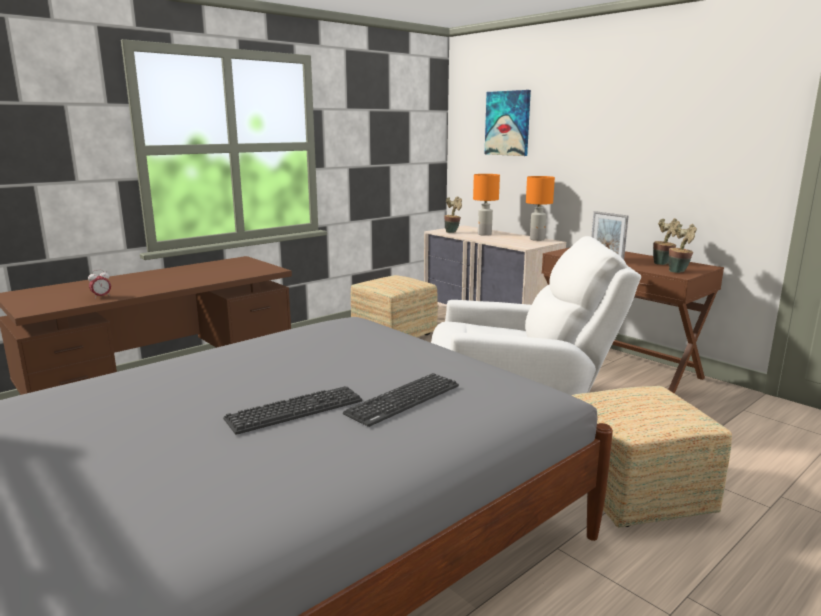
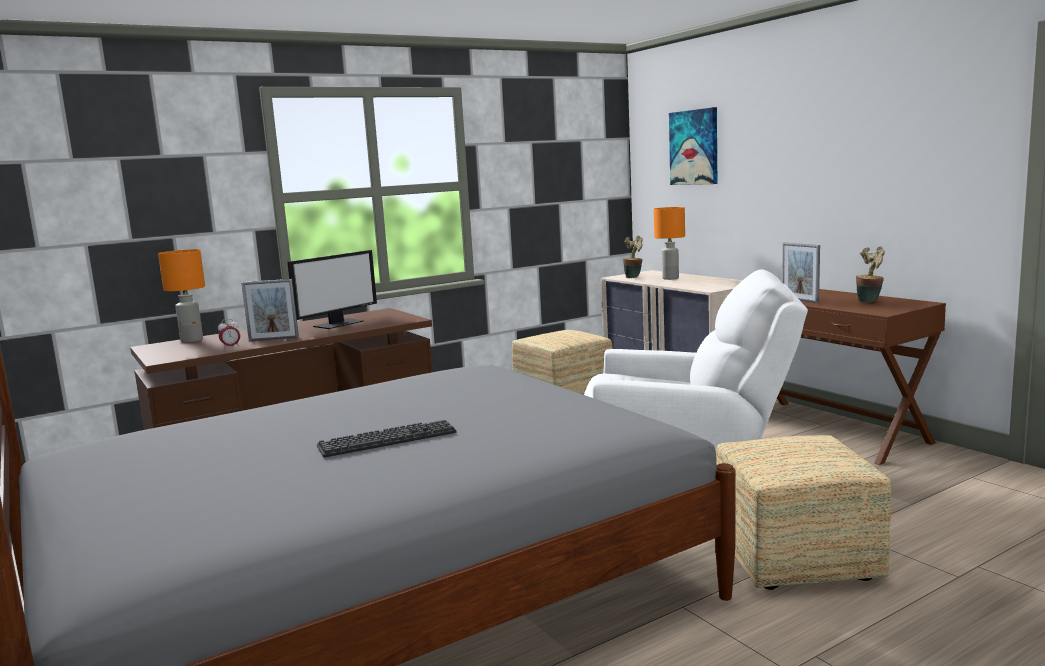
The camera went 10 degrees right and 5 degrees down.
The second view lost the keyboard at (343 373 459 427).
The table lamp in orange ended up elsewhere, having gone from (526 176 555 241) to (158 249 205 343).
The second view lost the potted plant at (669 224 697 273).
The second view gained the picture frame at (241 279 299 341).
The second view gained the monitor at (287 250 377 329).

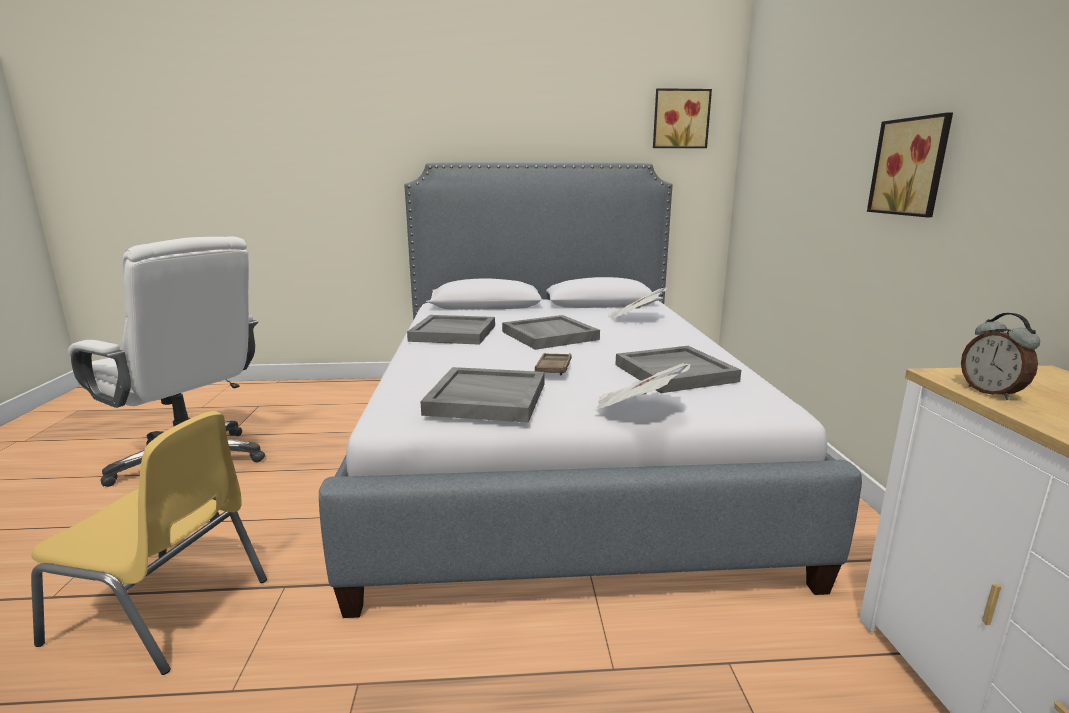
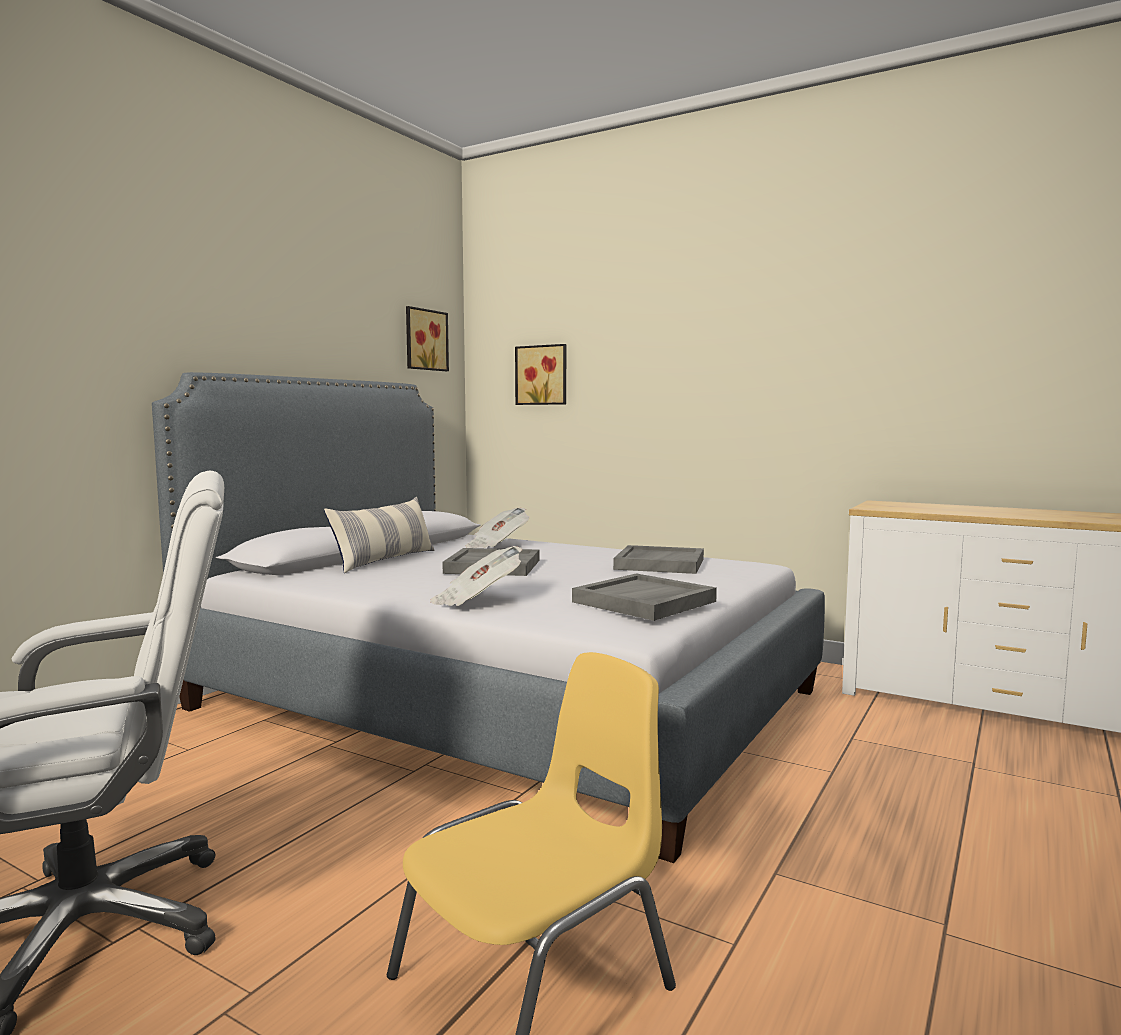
The camera went 55 degrees left and 10 degrees down.
The second view lost the tray in grey at (407 315 495 345).
The second view lost the tray in brown at (535 353 572 375).
The newspaper ended up elsewhere, having gone from (596 363 691 410) to (430 546 523 606).
The picture ended up elsewhere, having gone from (867 112 953 217) to (515 344 566 405).
The second view lost the alarm clock at (961 313 1040 400).
The second view gained the pillow at (324 497 435 573).

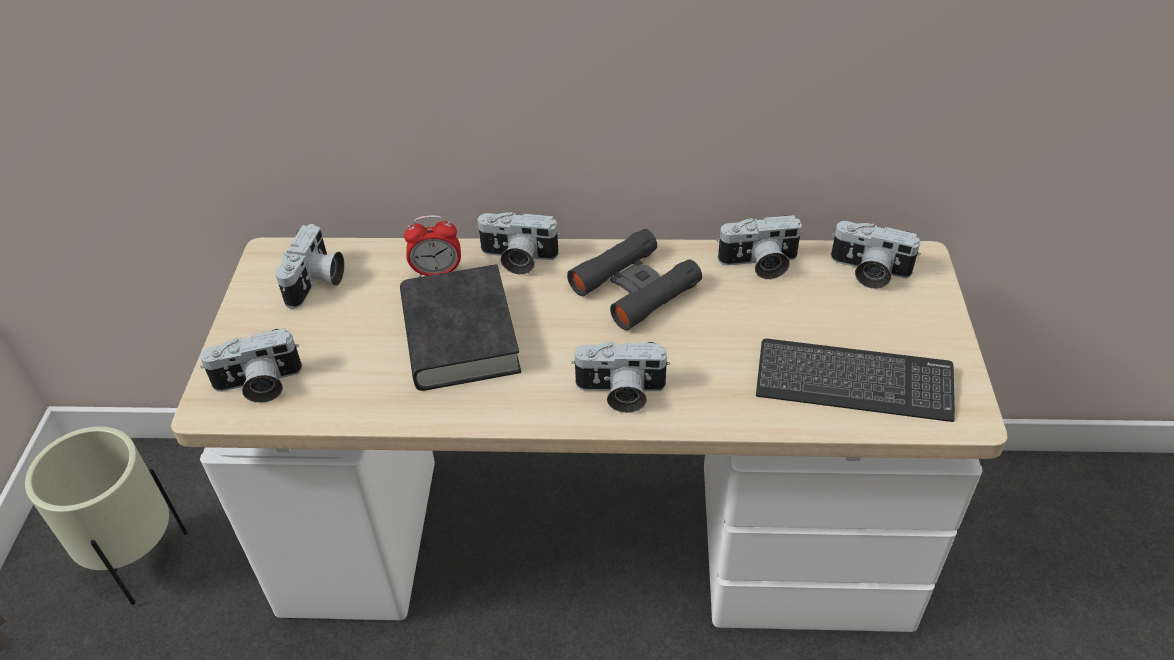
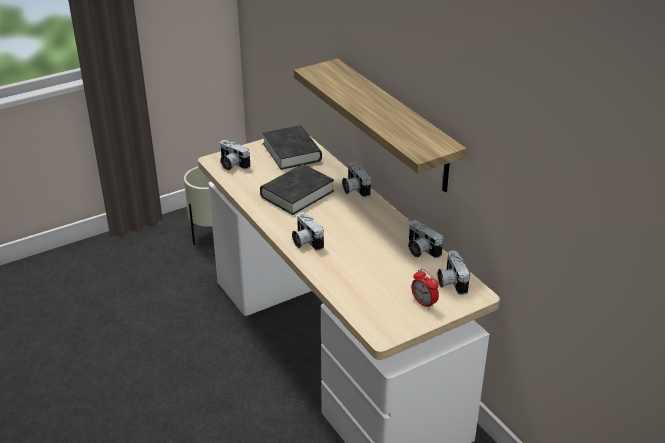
The camera went 55 degrees right and 10 degrees down.
Where the photo camera stood at (275 224 345 309), the book in black came to stand at (263 125 322 170).
The alarm clock ended up elsewhere, having gone from (404 215 461 277) to (411 269 439 309).
The second view lost the binoculars in black at (567 229 702 330).
The second view lost the keyboard at (756 338 955 422).
The second view gained the shelf at (294 59 467 192).

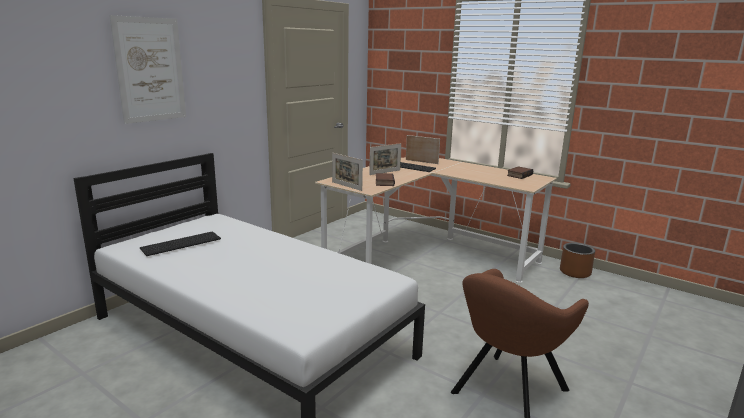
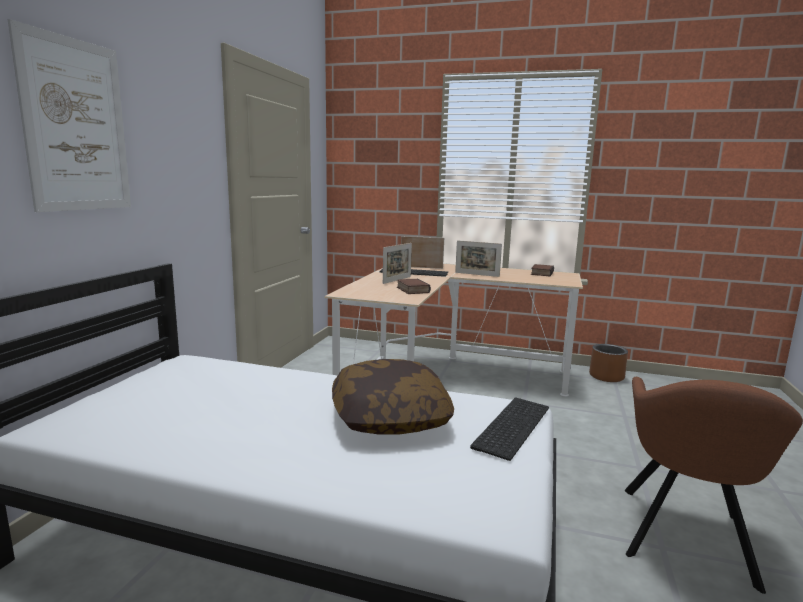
The camera went 20 degrees left and 5 degrees down.
The keyboard ended up elsewhere, having gone from (140 232 221 256) to (470 398 549 461).
The picture frame ended up elsewhere, having gone from (332 153 363 191) to (455 240 502 277).
The second view gained the pillow at (332 359 454 435).

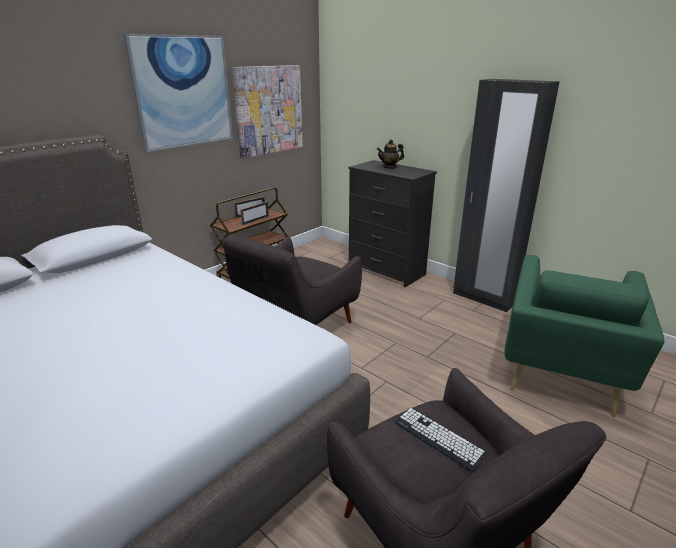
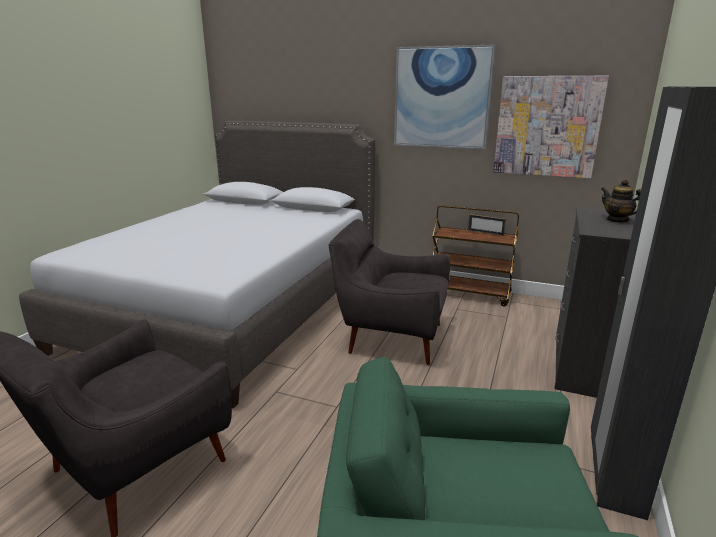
The camera went 70 degrees right and 5 degrees down.
The second view lost the picture frame at (240 201 269 226).
The second view lost the keyboard at (395 408 487 471).

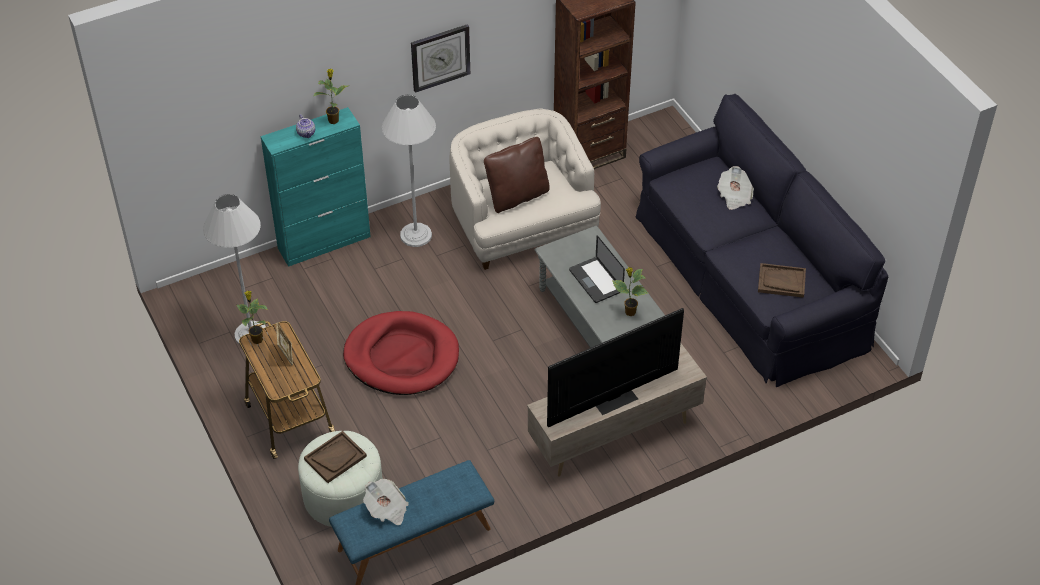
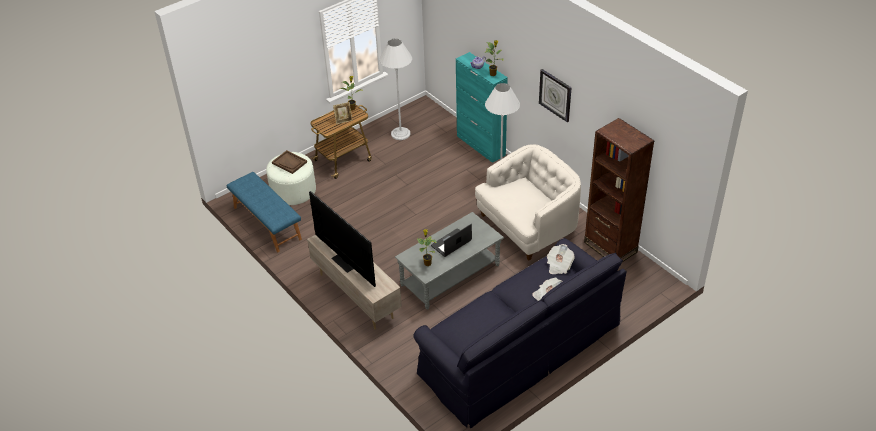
The camera went 80 degrees right and 5 degrees down.
The second view lost the dog bed in red at (343 311 459 395).
The newspaper ended up elsewhere, having gone from (363 479 409 525) to (547 244 575 274).
The second view lost the pillow in brown at (484 137 550 213).
The second view lost the tray in brown at (758 263 806 298).

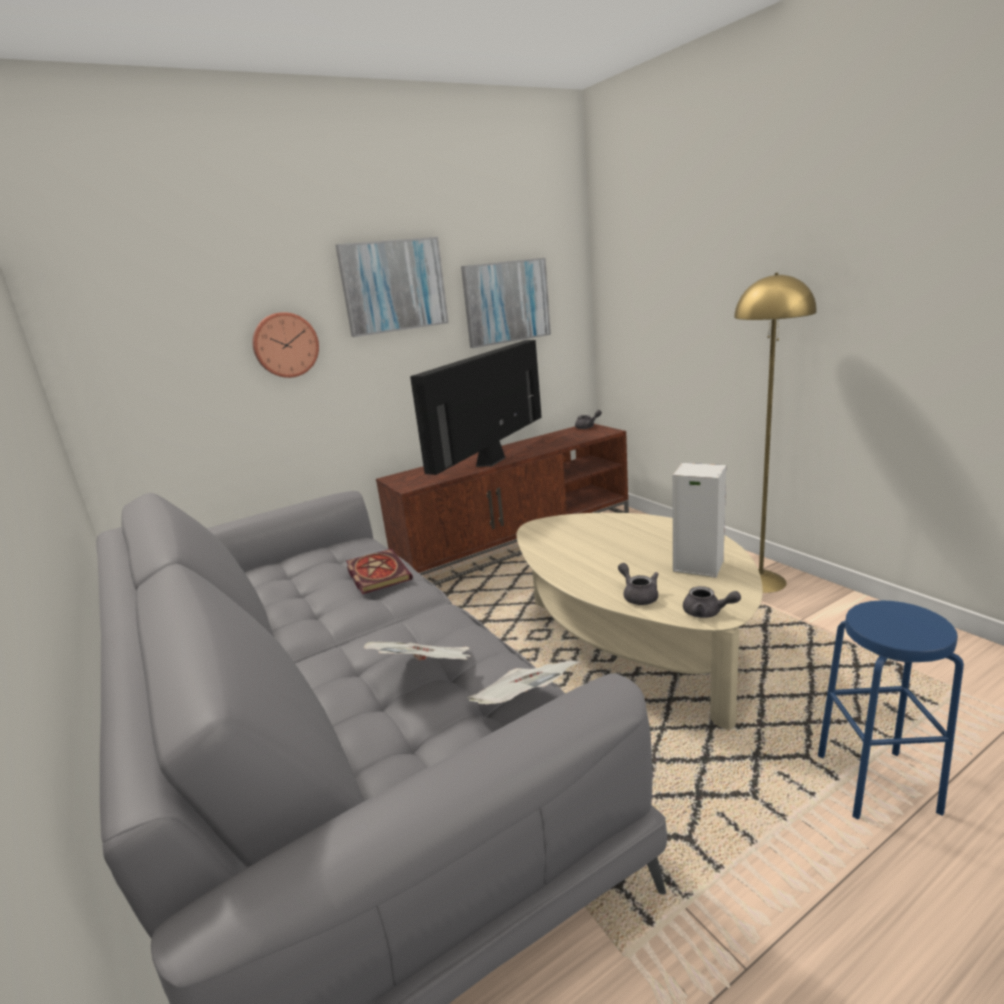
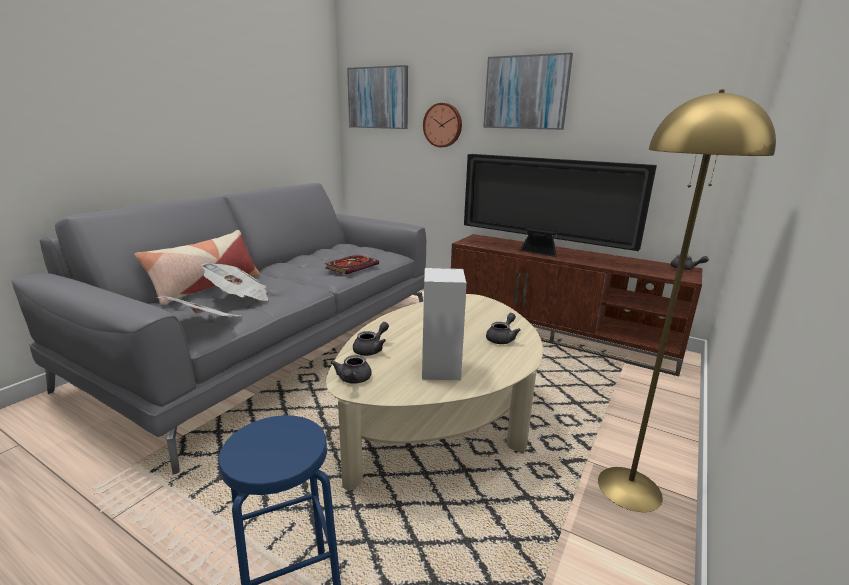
The camera went 60 degrees right and 0 degrees up.
The television at (410 340 542 475) ended up facing another way, 150 degrees counterclockwise from before.
The picture ended up elsewhere, having gone from (461 258 551 348) to (347 65 408 129).
The second view gained the pillow at (134 230 260 305).
The second view gained the teapot in grey at (486 313 521 344).

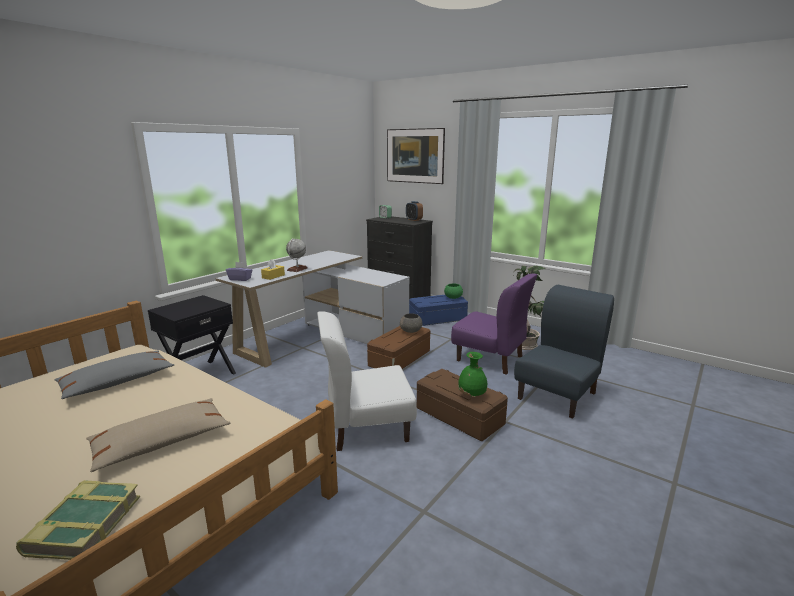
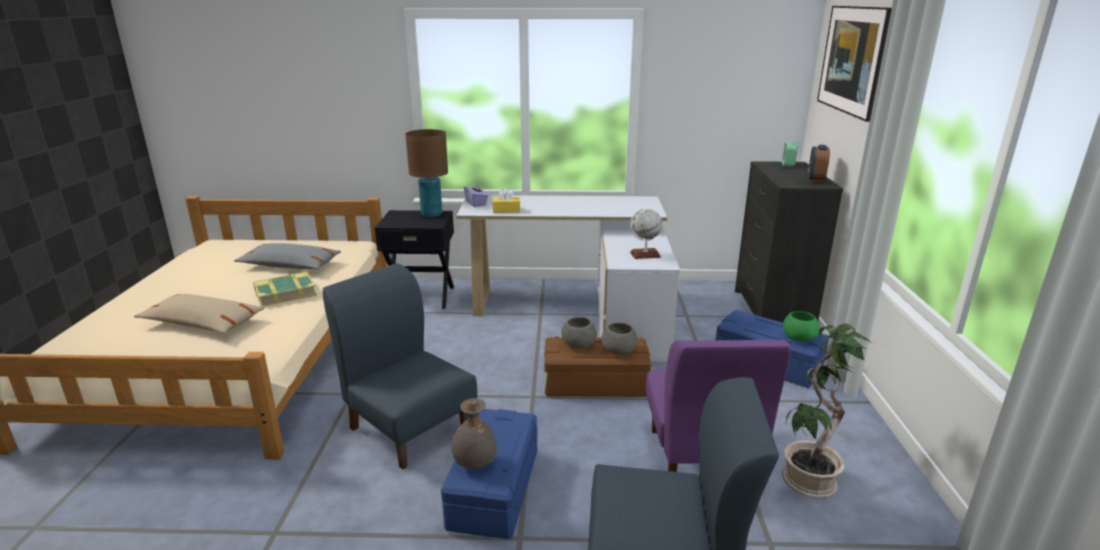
The camera went 55 degrees right and 5 degrees up.
The book ended up elsewhere, having gone from (16 480 140 560) to (253 271 317 307).
The globe ended up elsewhere, having gone from (286 238 308 272) to (630 209 662 259).
What was the chair in white at (317 311 417 451) turned into the chair in blue at (323 263 477 470).
What was the storage box in brown at (417 369 508 442) turned into the storage box in blue at (441 409 537 539).
What was the vase in green at (458 352 487 397) turned into the vase in grey at (451 398 497 469).
The second view gained the table lamp in brown at (405 129 448 217).
The second view gained the bowl in grey at (561 317 597 349).

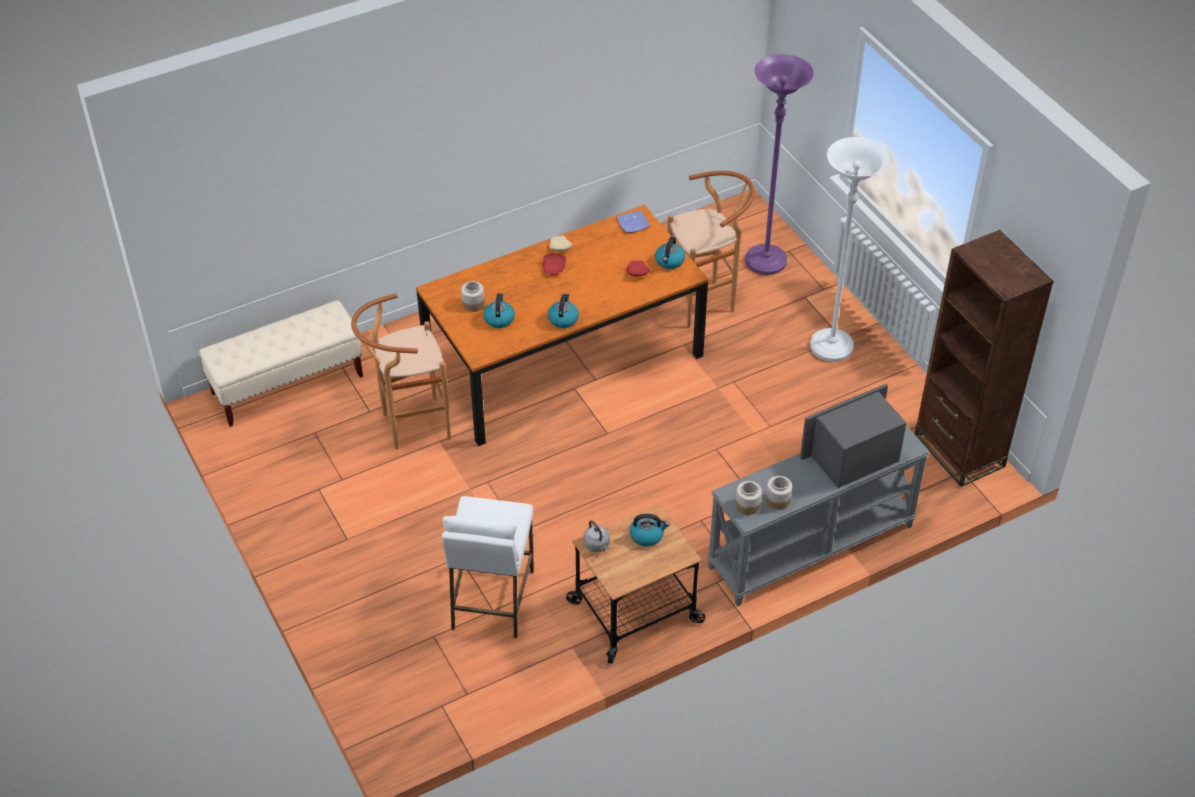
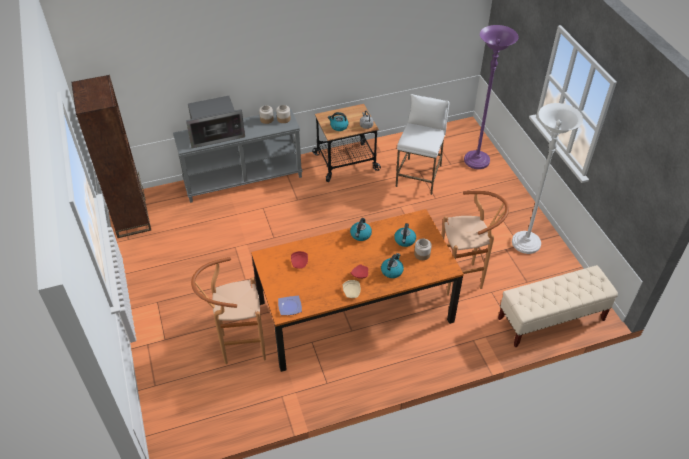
The camera went 170 degrees left and 0 degrees up.
The kettle ended up elsewhere, having gone from (655 236 685 269) to (381 253 404 278).
The floor lamp in purple ended up elsewhere, having gone from (745 54 814 275) to (464 25 518 169).
The floor lamp in white ended up elsewhere, having gone from (810 137 889 362) to (512 103 583 254).

